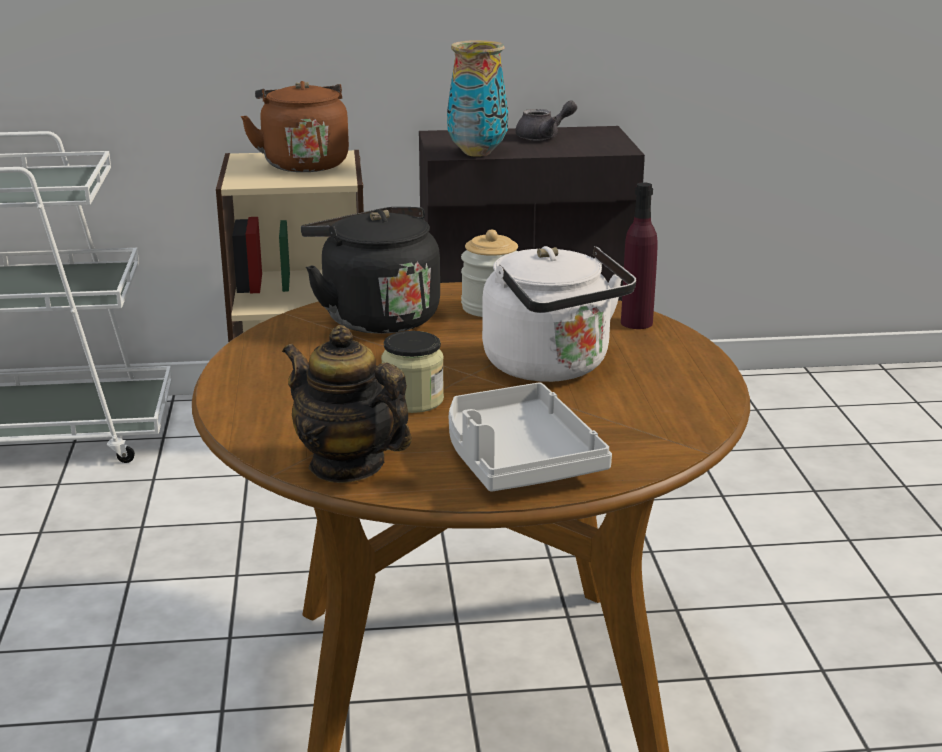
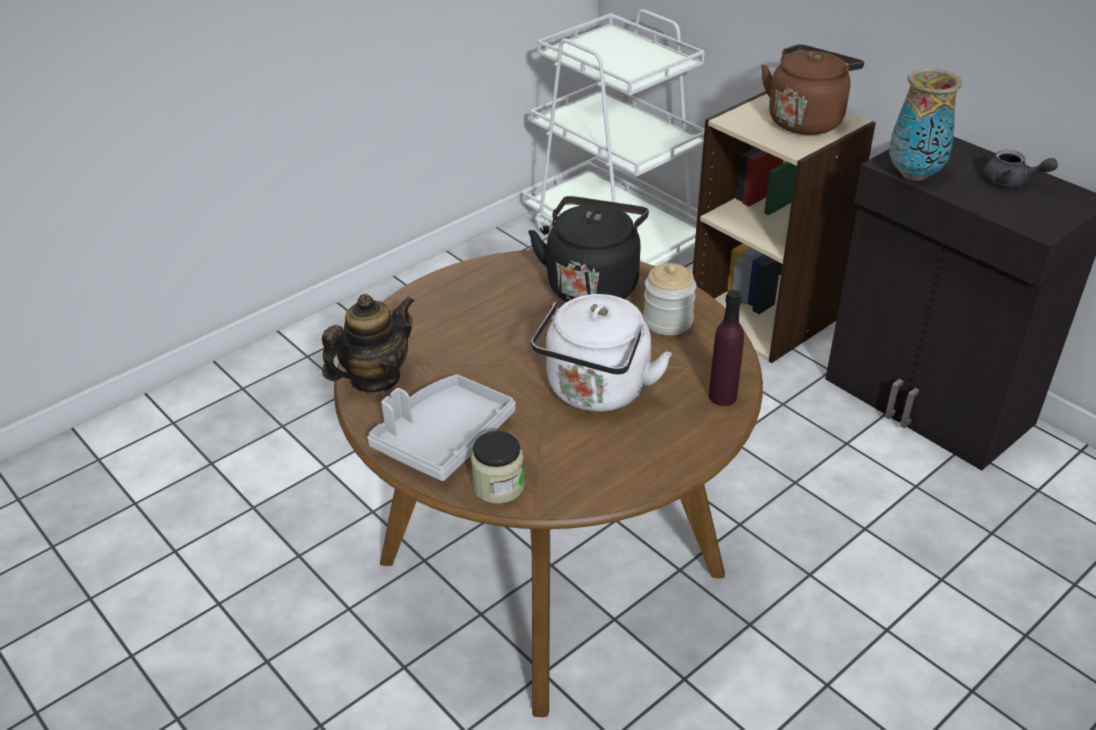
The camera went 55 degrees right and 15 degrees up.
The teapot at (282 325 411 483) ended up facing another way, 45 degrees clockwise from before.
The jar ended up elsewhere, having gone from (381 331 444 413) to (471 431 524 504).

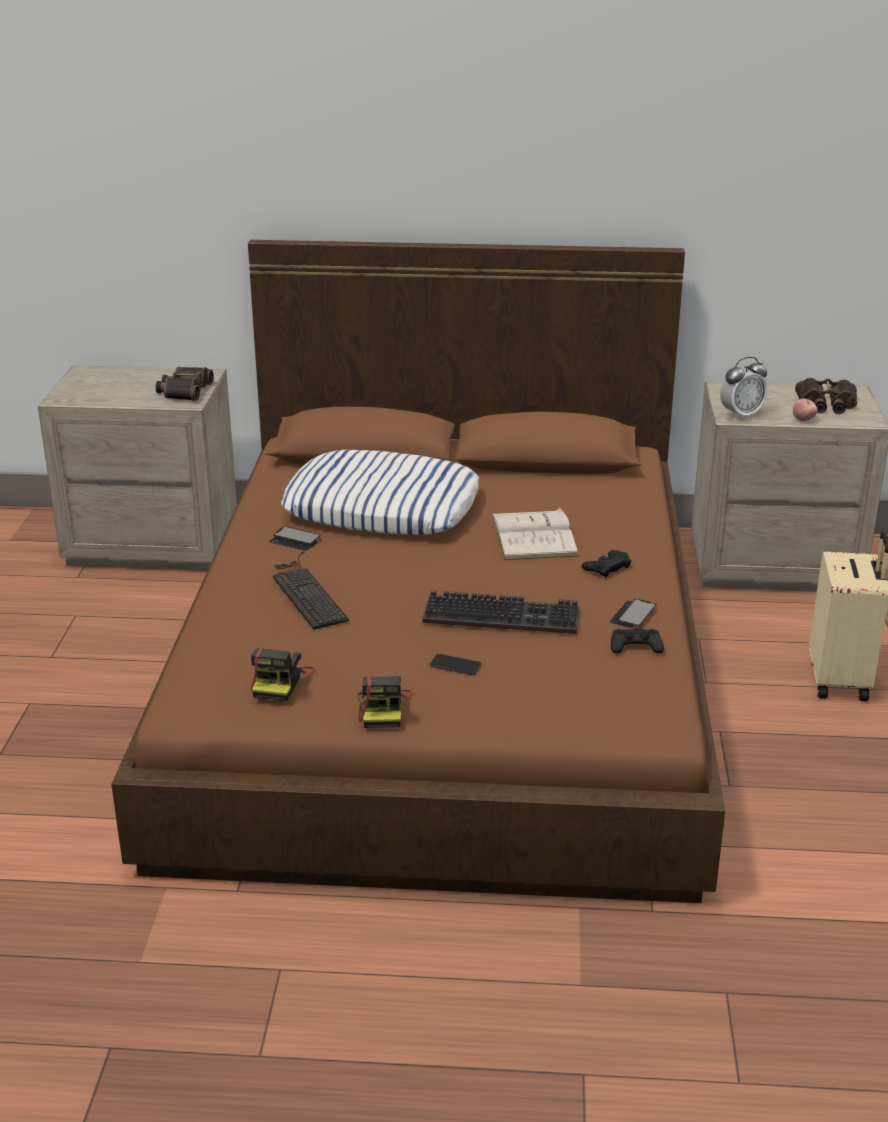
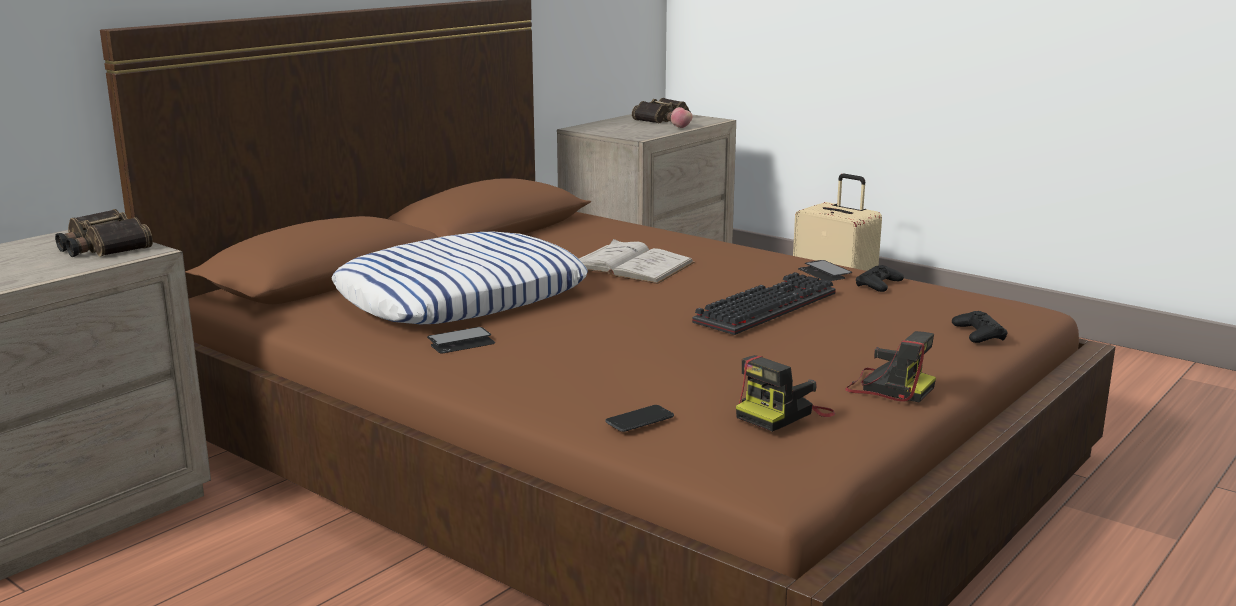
The camera went 55 degrees left and 10 degrees down.
The photo camera at (251 648 316 701) ended up facing another way, 90 degrees clockwise from before.
The second view lost the keyboard at (273 551 349 630).
The phone ended up elsewhere, having gone from (430 654 481 675) to (605 405 674 432).
The game controller in black ended up elsewhere, having gone from (582 550 631 578) to (952 311 1008 343).
The second view lost the alarm clock at (720 357 767 420).

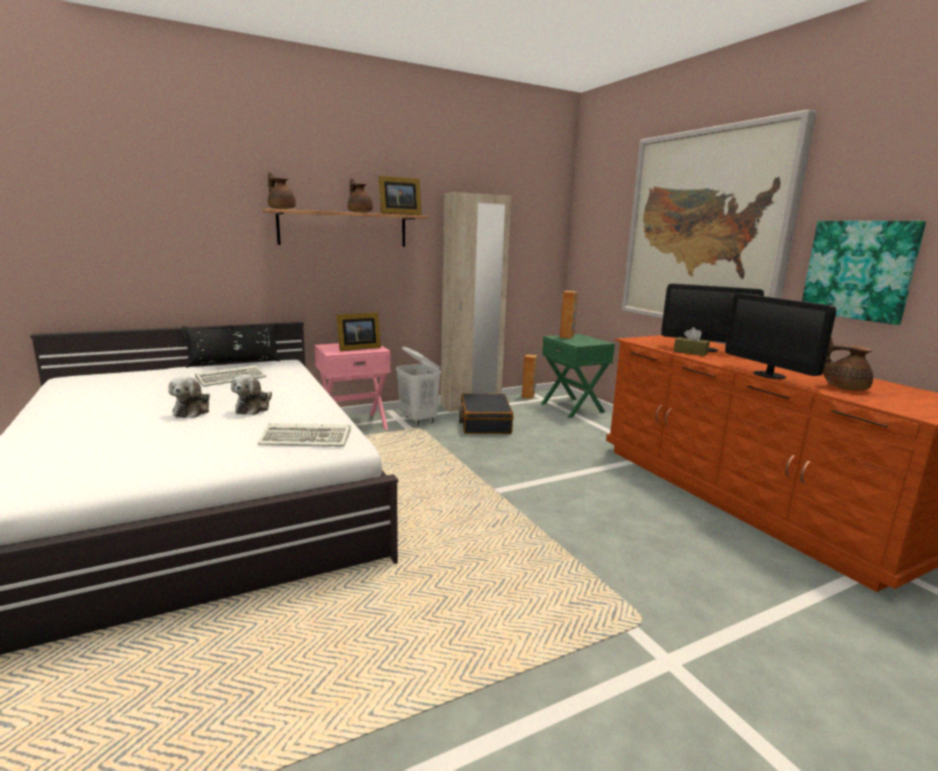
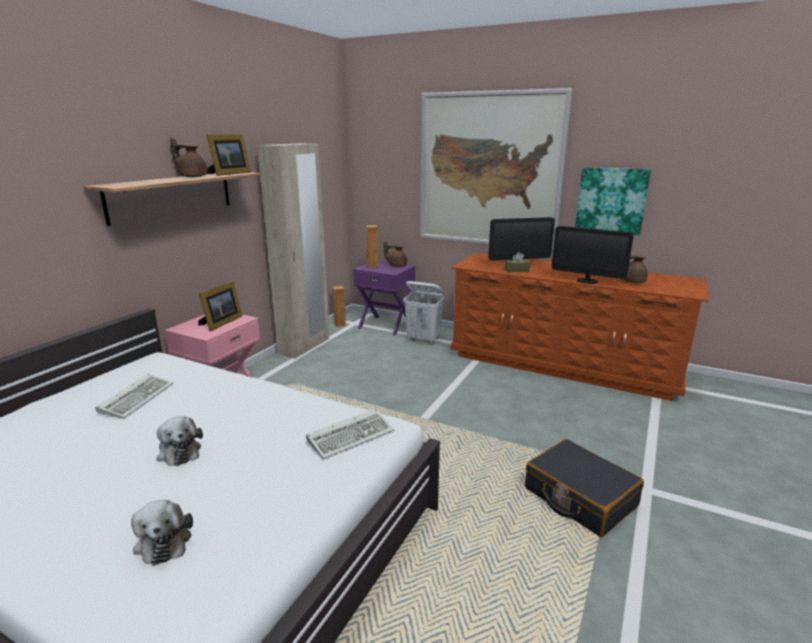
The camera went 35 degrees left and 5 degrees up.
The second view lost the pillow in black at (182 323 280 368).
The plush toy ended up elsewhere, having gone from (231 374 272 415) to (131 500 193 566).
The teapot in brown ended up elsewhere, having gone from (268 172 296 209) to (384 241 407 267).
The laundry basket in white ended up elsewhere, having gone from (396 346 441 425) to (403 281 444 344).
The suitcase in black ended up elsewhere, having gone from (459 394 513 434) to (525 439 644 537).
What was the nightstand in green at (541 334 615 418) turned into the nightstand in purple at (353 261 415 336).

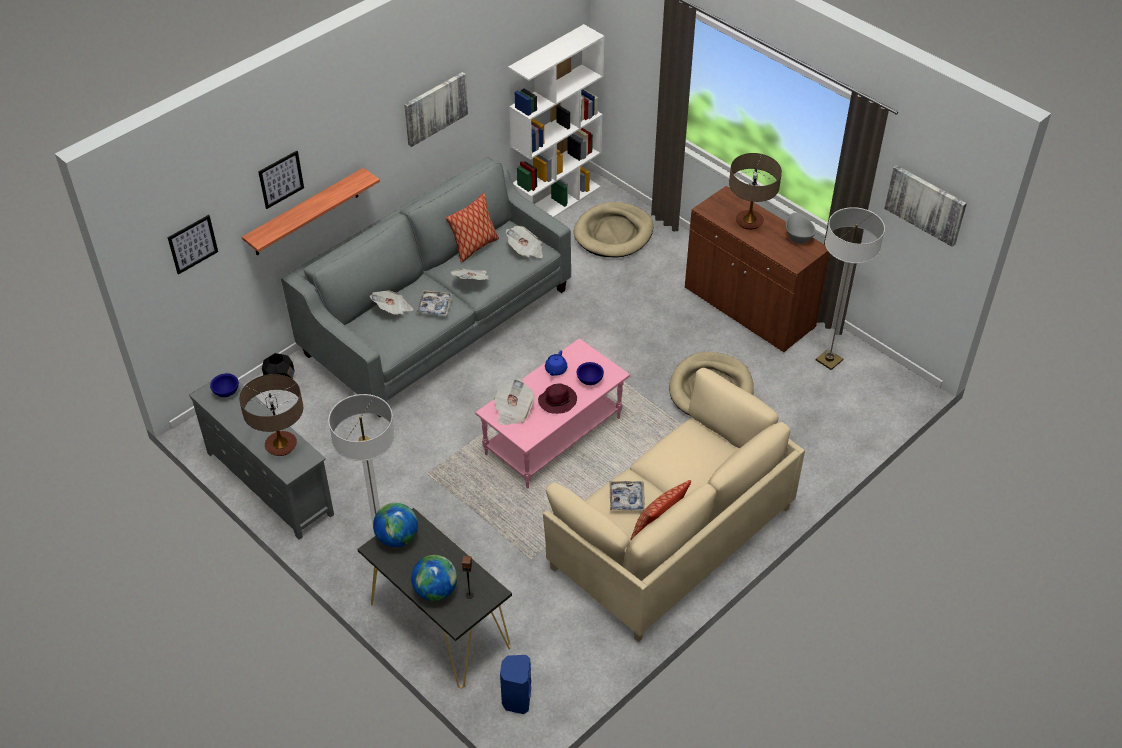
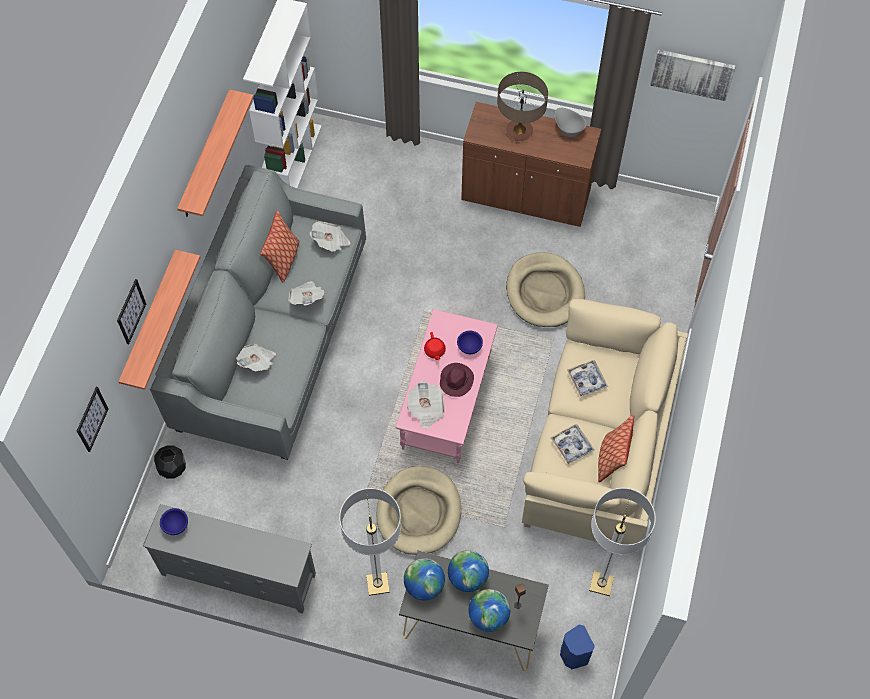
The camera went 30 degrees left and 15 degrees up.
The second view lost the table lamp at (239 374 303 456).
Where the picture hung at (404 72 468 147), the shelf came to hang at (177 89 254 217).
The tray ended up elsewhere, having gone from (416 290 453 316) to (567 360 608 397).
What was the teapot in blue at (545 350 568 376) turned into the teapot in red at (424 332 446 361).
The dog bed in beige ended up elsewhere, having gone from (574 202 653 257) to (376 466 461 555).
The floor lamp ended up elsewhere, having gone from (816 207 885 370) to (589 488 656 596).
The second view gained the globe at (448 550 489 592).

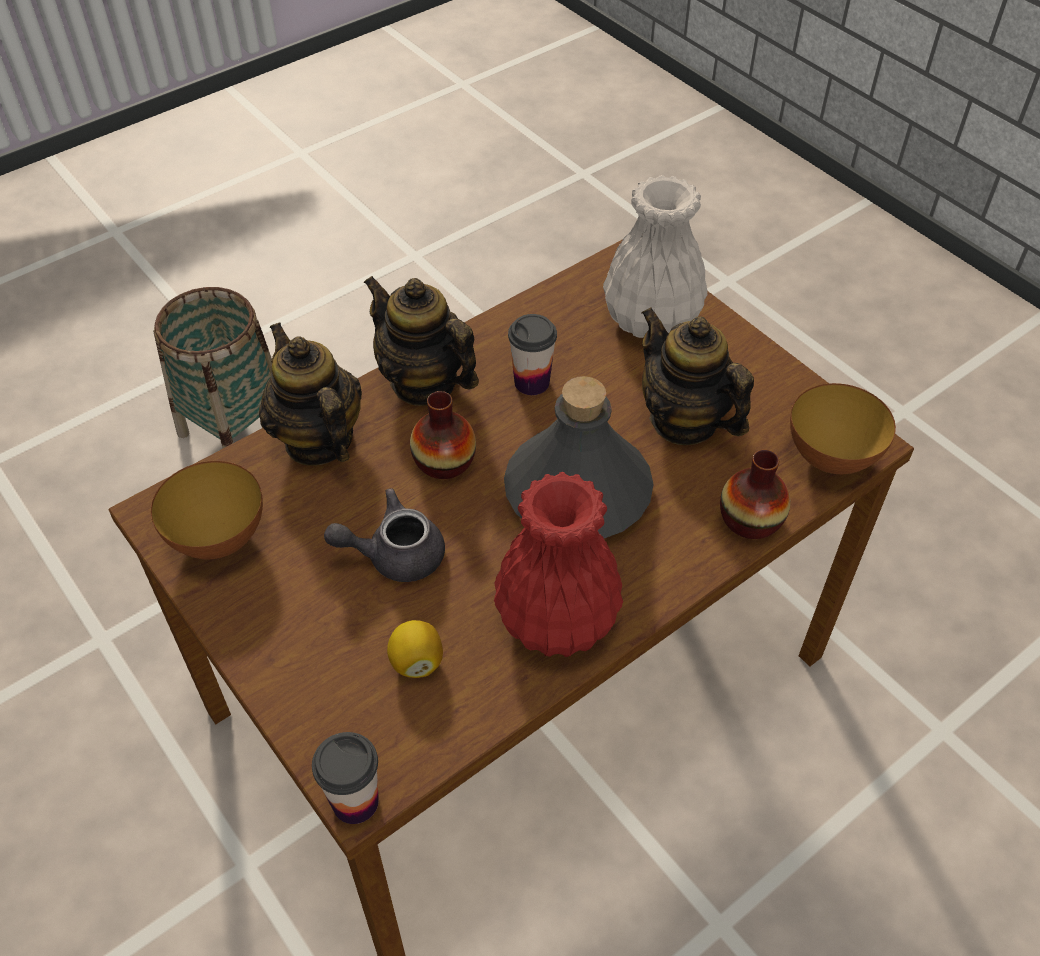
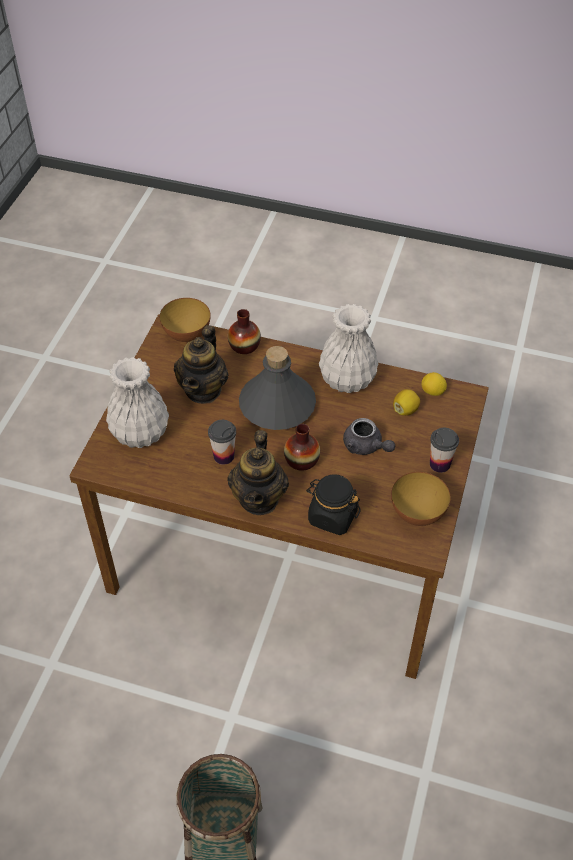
The camera went 125 degrees left and 0 degrees up.
Where the teapot stood at (259 322 362 466), the jar in black came to stand at (306 474 361 535).
The cup ended up elsewhere, having gone from (312 732 379 824) to (430 428 459 473).
What was the vase in red at (494 472 623 657) turned into the vase in white at (319 304 379 393).
The second view gained the lemon at (421 372 447 396).

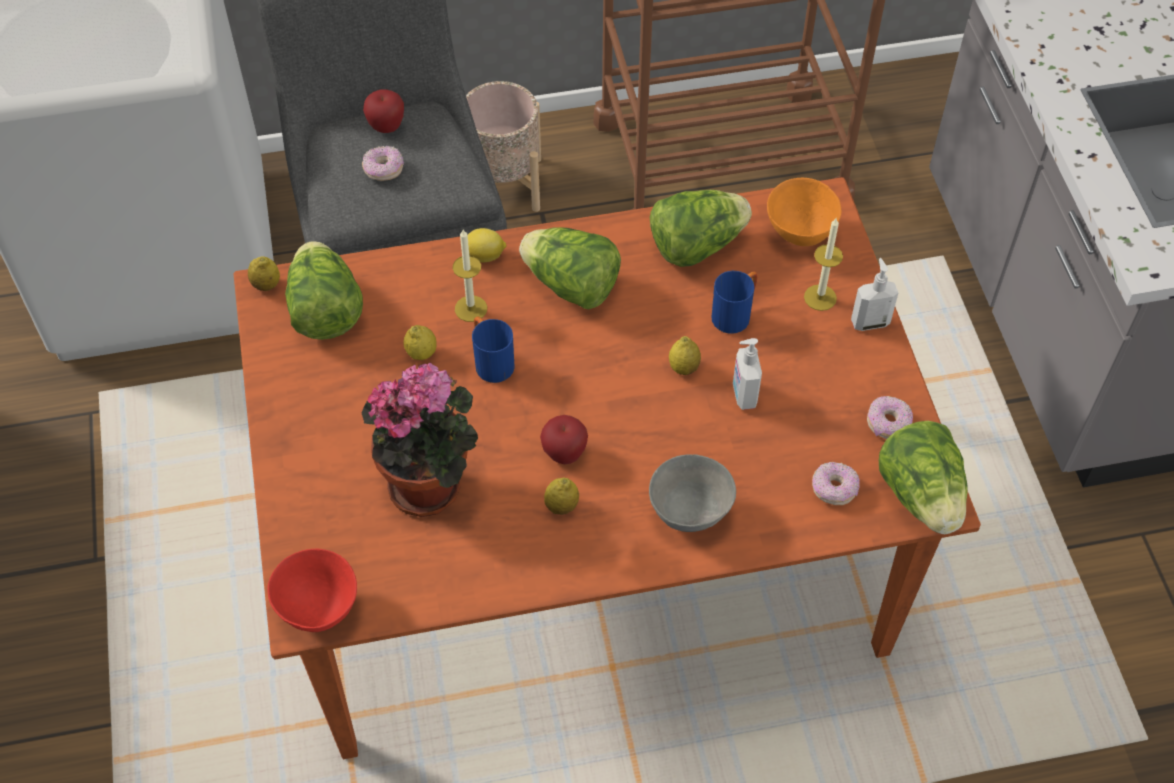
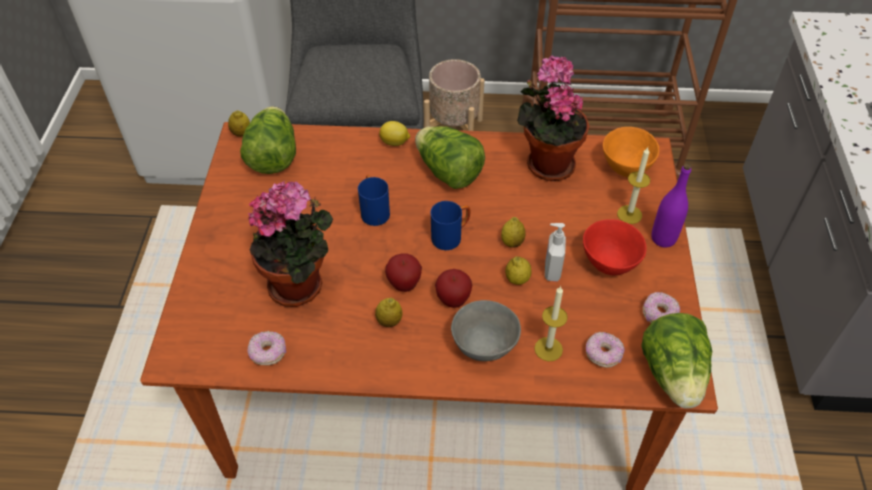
The camera went 15 degrees right and 5 degrees down.
The bowl in red ended up elsewhere, having gone from (267 549 357 632) to (583 219 647 276).
The donut ended up elsewhere, having gone from (362 146 404 181) to (248 331 286 365).
The apple ended up elsewhere, having gone from (363 89 404 133) to (435 269 472 308).
The lemon ended up elsewhere, having gone from (403 325 437 360) to (505 256 531 285).
The candle ended up elsewhere, having gone from (452 230 487 322) to (534 286 568 361).
Where the lettuce stood at (650 190 752 267), the potted plant came to stand at (517 56 589 181).
The mug in blue ended up elsewhere, having gone from (712 271 758 334) to (431 201 470 250).
Where the soap dispenser stood at (851 258 898 331), the bottle in purple came to stand at (651 163 691 247).

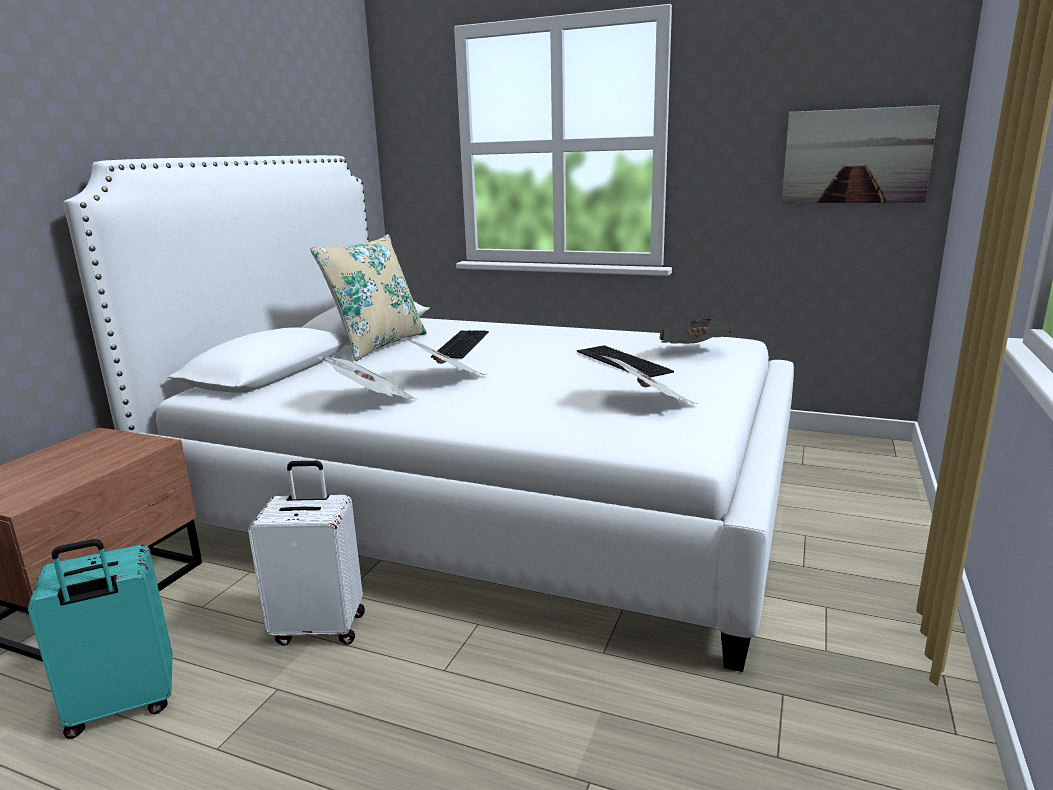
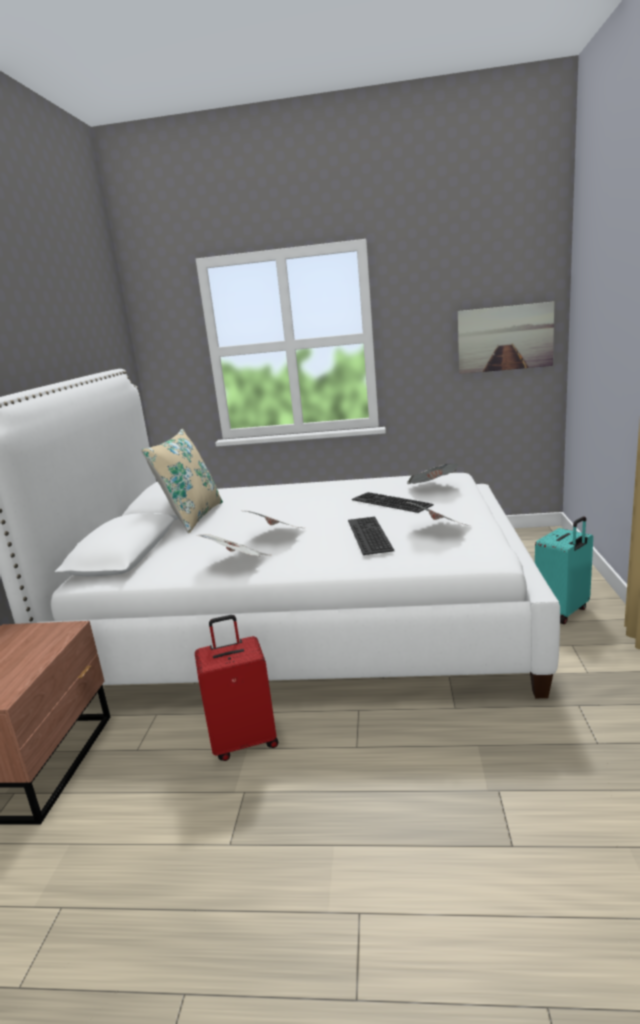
The camera went 15 degrees left and 0 degrees up.
The suitcase in turquoise ended up elsewhere, having gone from (28 539 173 739) to (535 516 593 624).
What was the suitcase in white at (248 461 365 646) turned into the suitcase in red at (195 615 278 761).
The keyboard ended up elsewhere, having gone from (431 330 489 359) to (348 517 394 555).

